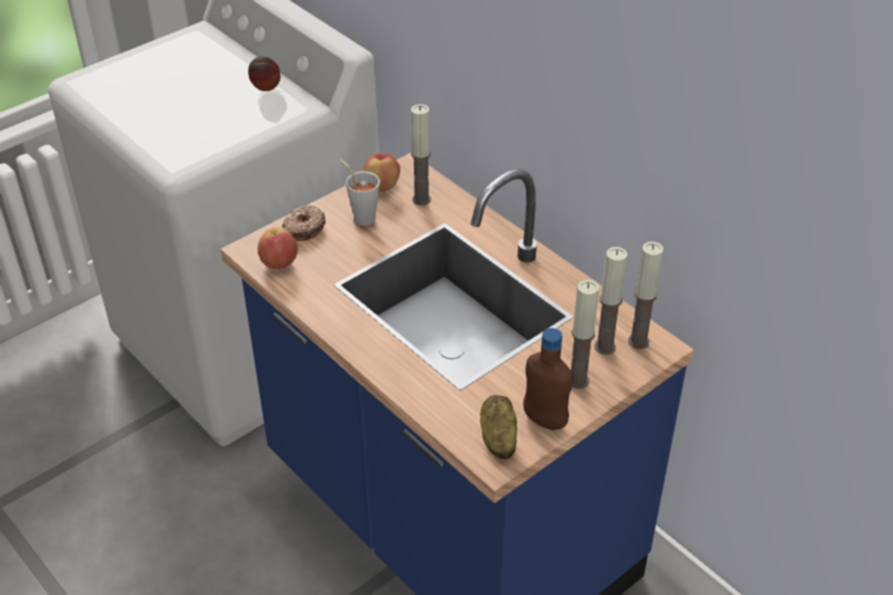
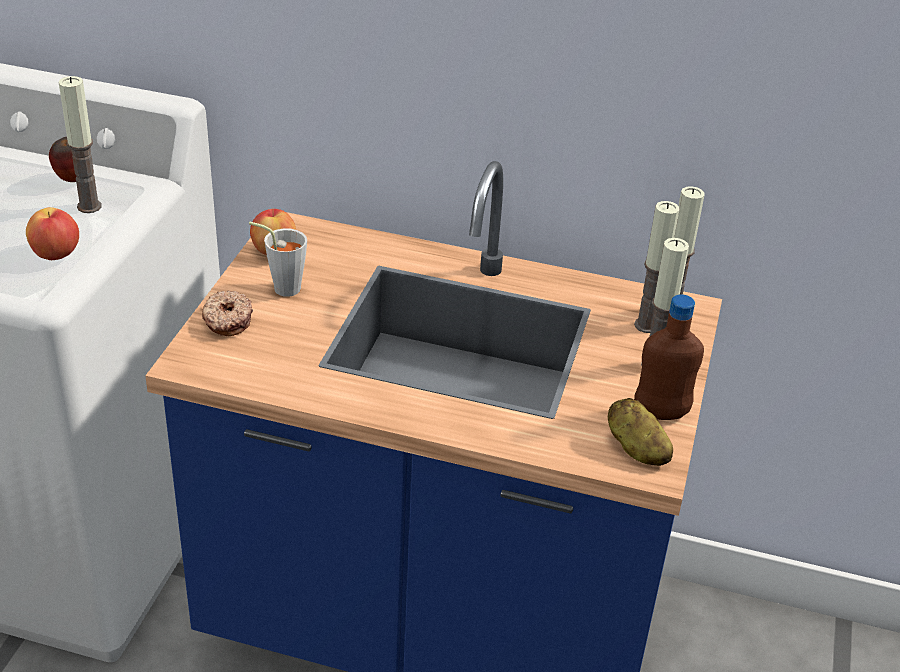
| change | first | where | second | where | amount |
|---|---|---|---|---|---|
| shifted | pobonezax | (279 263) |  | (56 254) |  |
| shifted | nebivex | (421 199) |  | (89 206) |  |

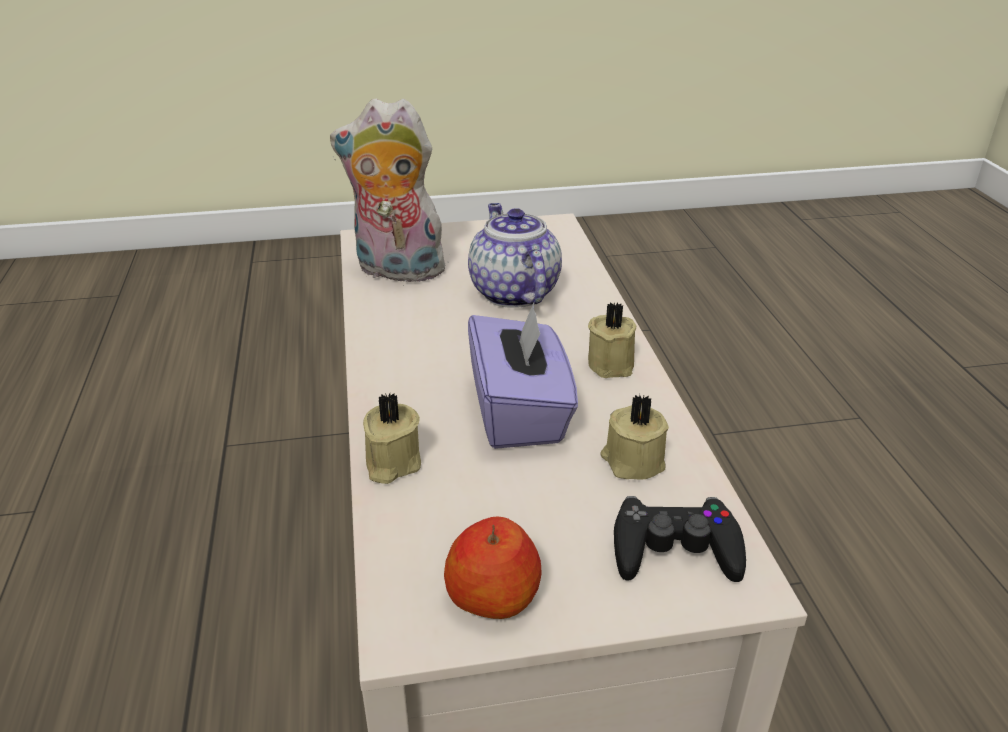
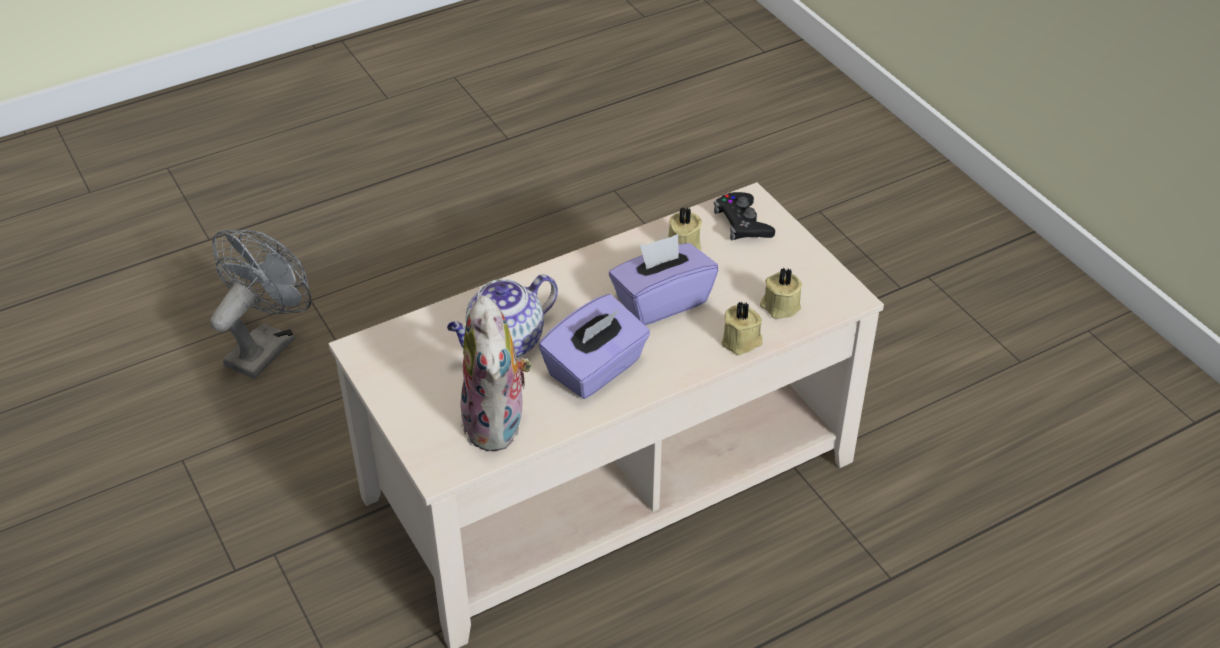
| change | first | where | second | where | amount |
|---|---|---|---|---|---|
| gone | pobonezax | (493 596) |  |  |  |
| shifted | beige nebivex | (612 363) |  | (779 306) |  |
| new |  |  | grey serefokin | (266 346) |  |
| new |  |  | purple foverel | (595 369) |  |

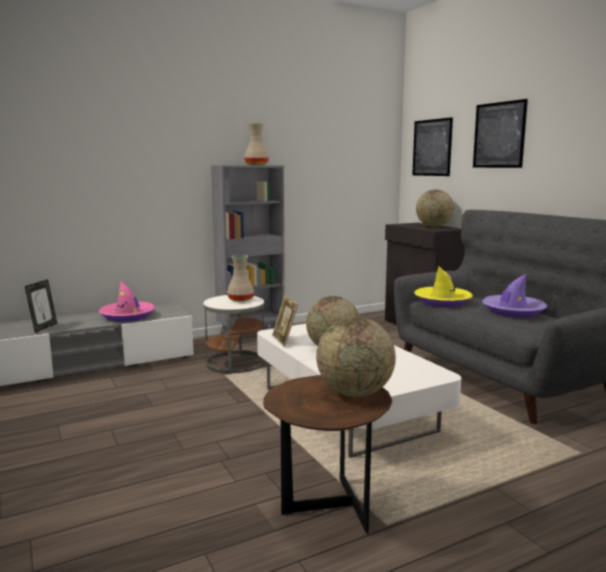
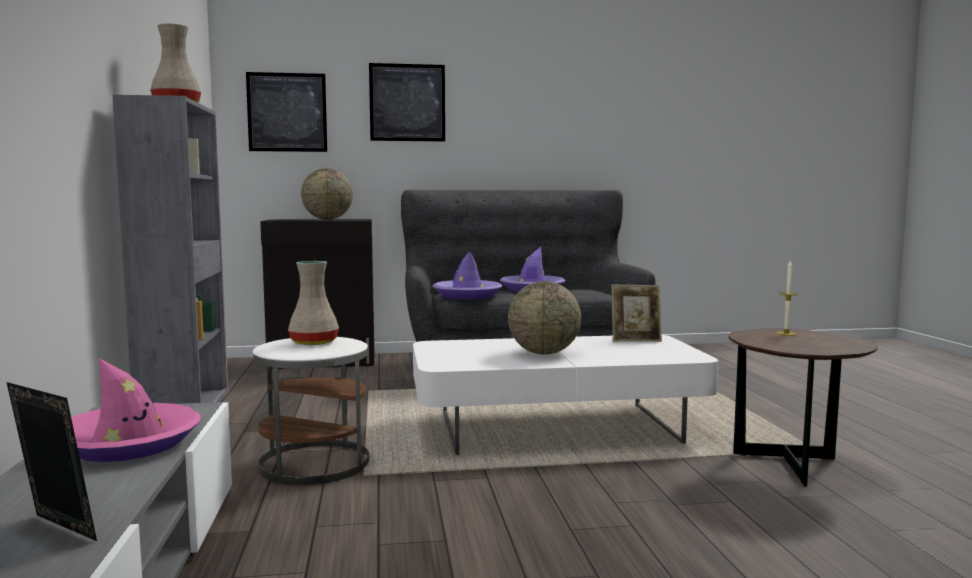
| change | first | where | second | where | amount |
|---|---|---|---|---|---|
| shifted | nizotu | (284 340) |  | (635 340) |  |
| swapped | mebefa | (355 393) | nebivex | (786 333) |  |
| repainted | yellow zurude | (442 301) | purple zurude | (467 295) |  |

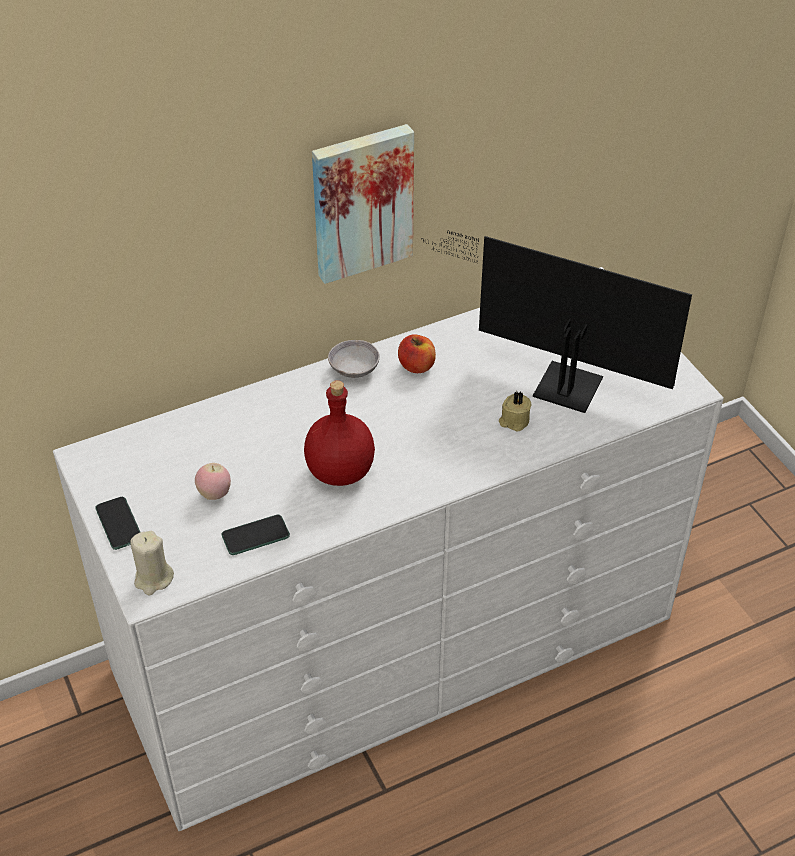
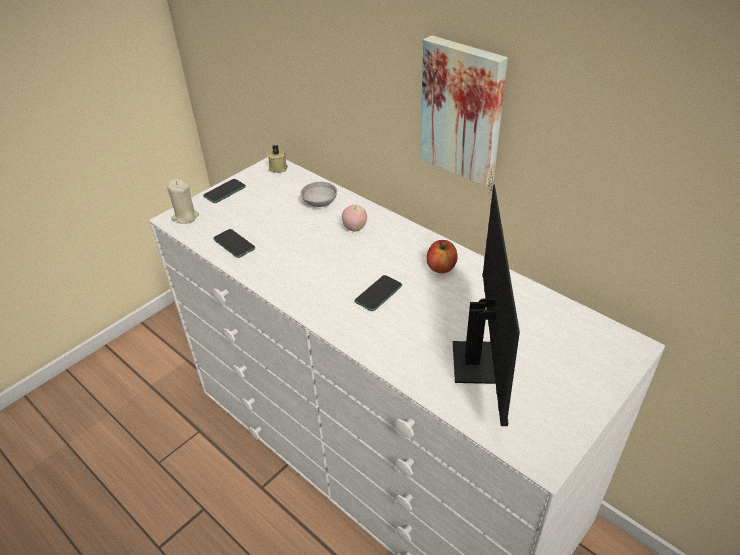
| change | first | where | second | where | amount |
|---|---|---|---|---|---|
| shifted | pobonezax | (215 494) |  | (355 228) |  |
| gone | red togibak | (341 472) |  |  |  |
| shifted | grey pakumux | (354 369) |  | (320 202) |  |
| shifted | beige nebivex | (514 421) |  | (278 168) |  |
| new |  |  | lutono | (378 294) |  |

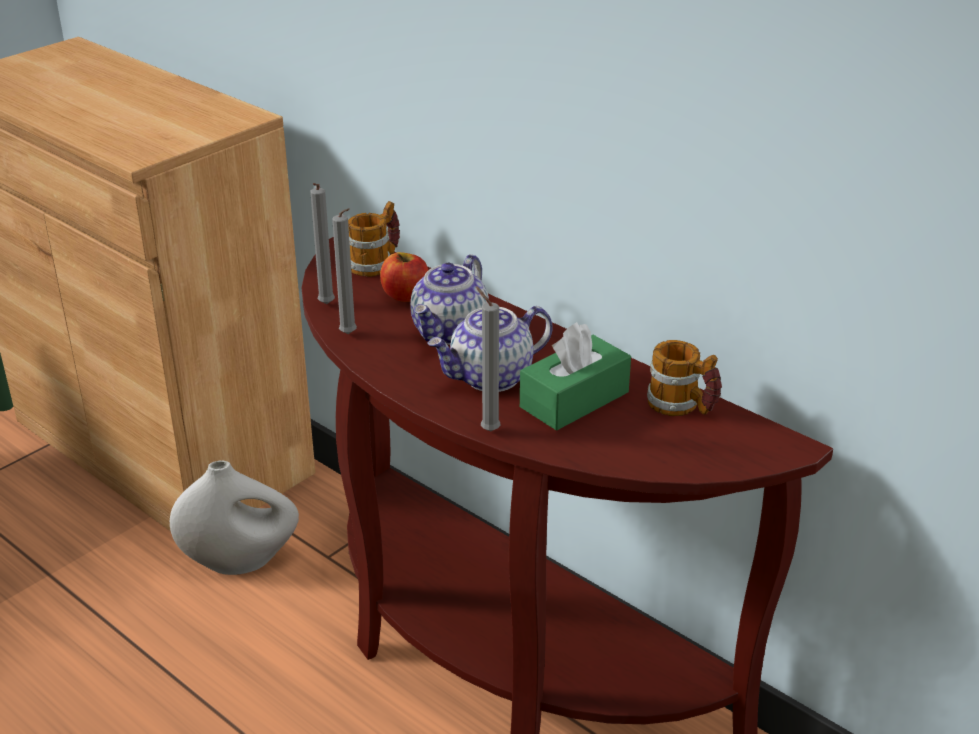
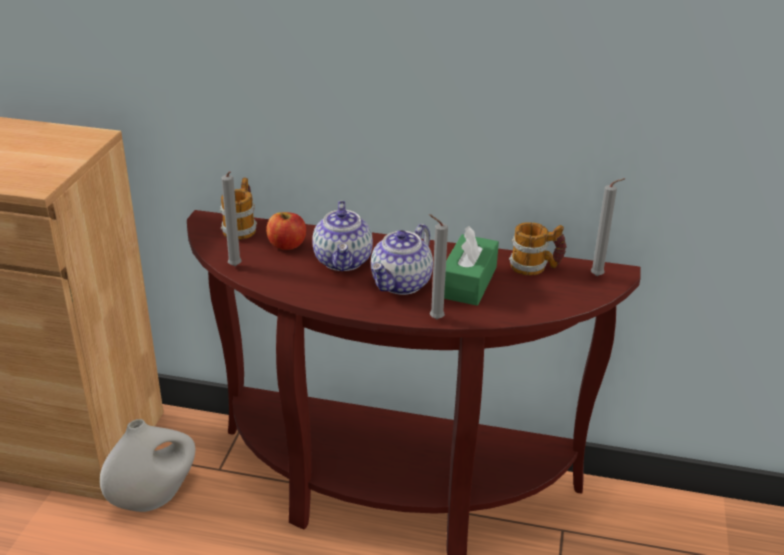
| change | first | where | second | where | amount |
|---|---|---|---|---|---|
| shifted | grey nebivex | (350 335) |  | (599 276) |  |

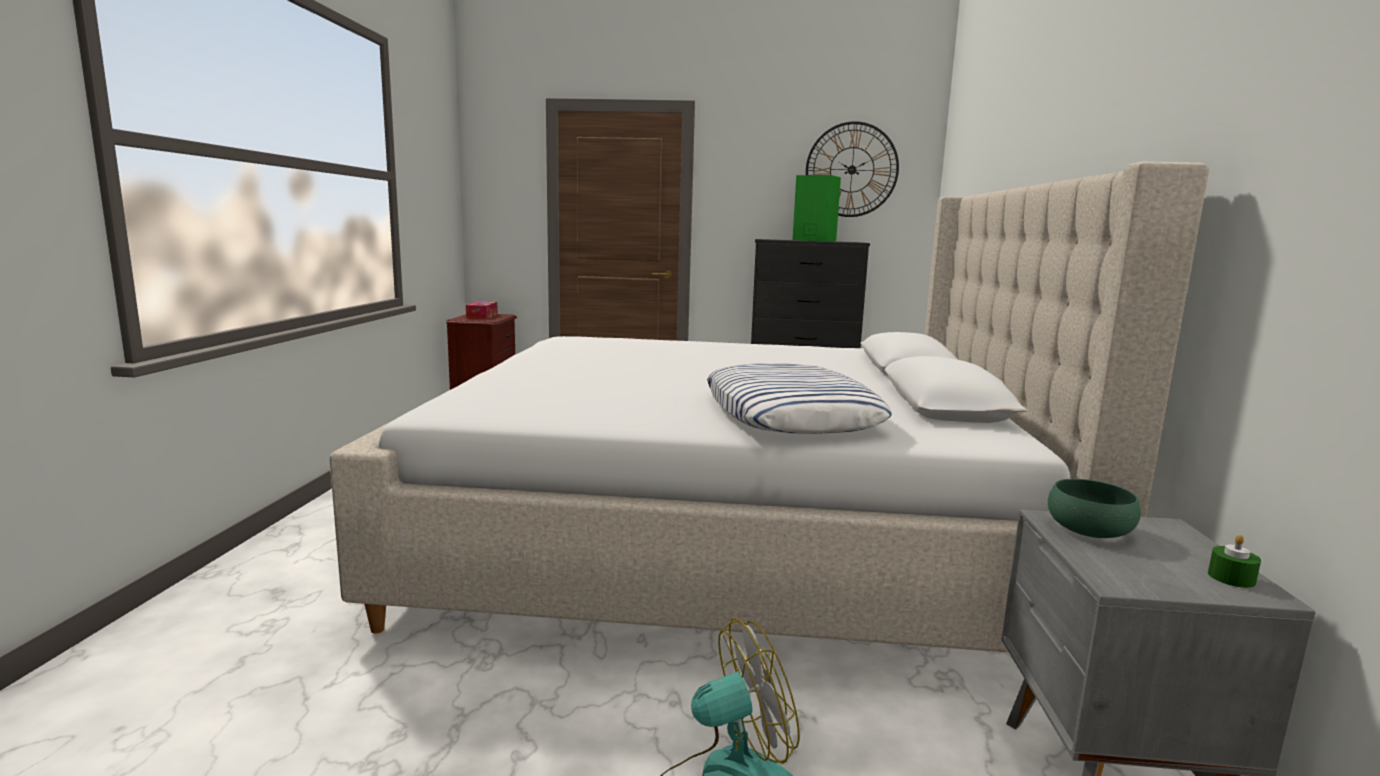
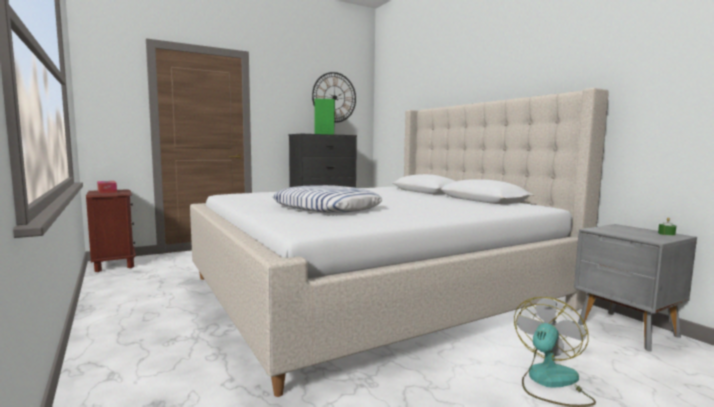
| change | first | where | second | where | amount |
|---|---|---|---|---|---|
| shifted | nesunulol | (790 414) |  | (327 208) |  |
| gone | green pakumux | (1089 529) |  |  |  |

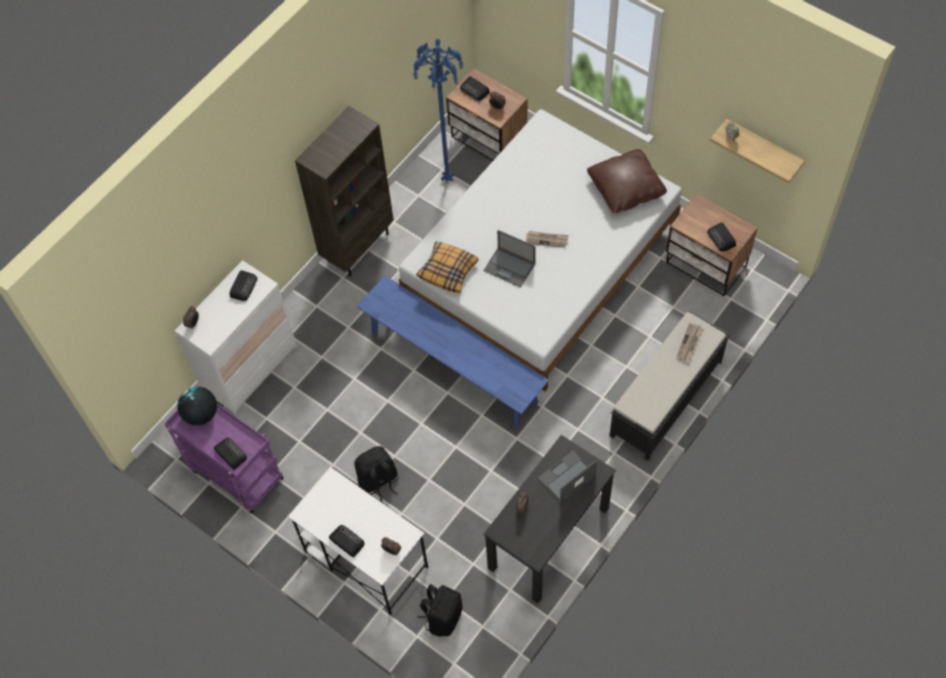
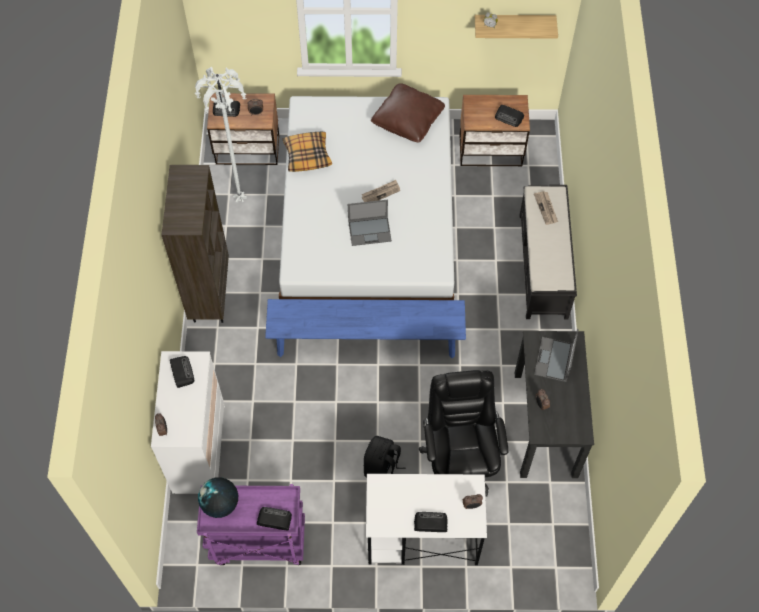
| change | first | where | second | where | amount |
|---|---|---|---|---|---|
| repainted | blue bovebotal | (447 180) | white bovebotal | (241 200) |  |
| shifted | nesunulol | (448 270) |  | (307 155) |  |
| gone | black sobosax | (443 617) |  |  |  |
| new |  |  | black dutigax | (460 460) |  |

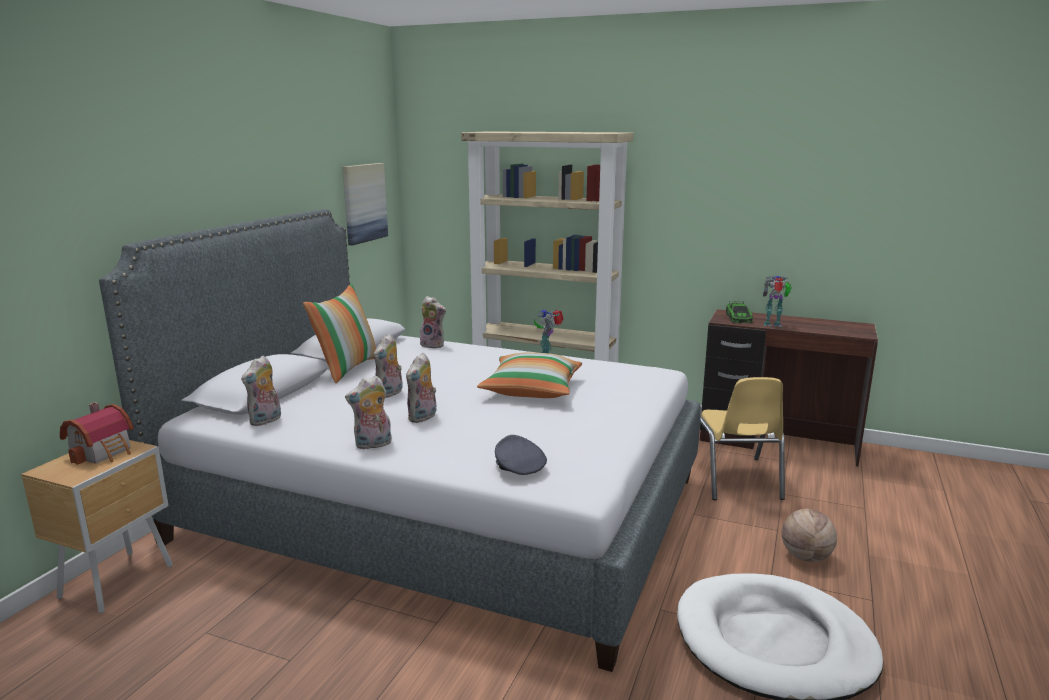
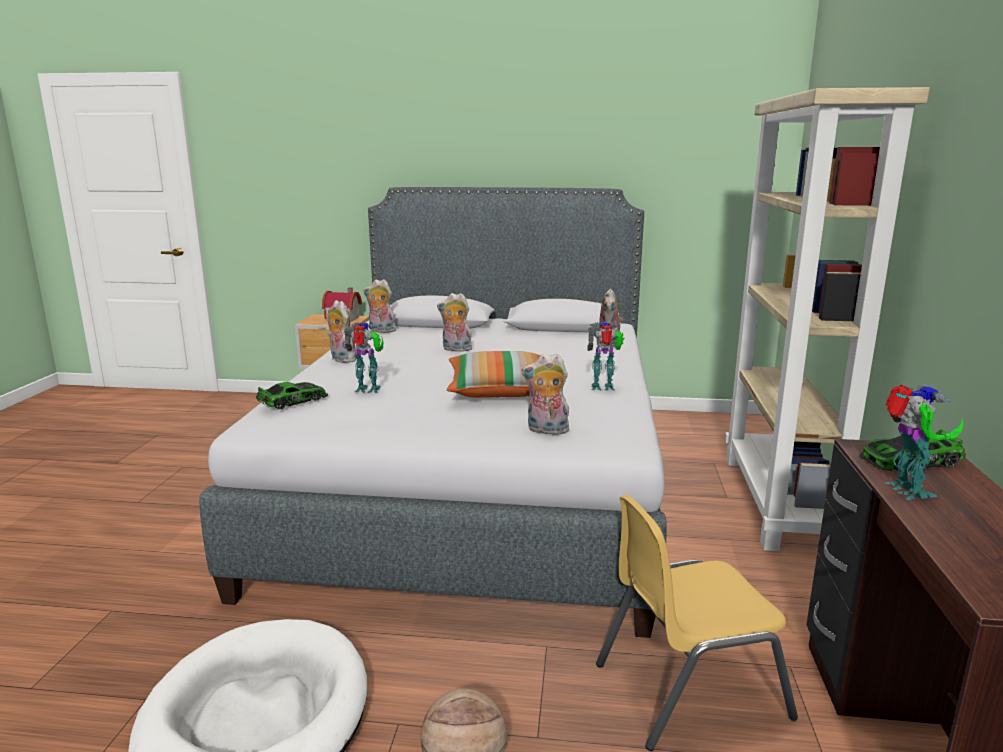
| change | first | where | second | where | amount |
|---|---|---|---|---|---|
| gone | nesunulol | (347 368) |  |  |  |
| gone | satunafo | (364 203) |  |  |  |
| shifted | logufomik | (423 417) |  | (546 431) |  |
| swapped | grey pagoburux | (518 467) | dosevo | (293 400) |  |
| new |  |  | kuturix | (368 390) |  |

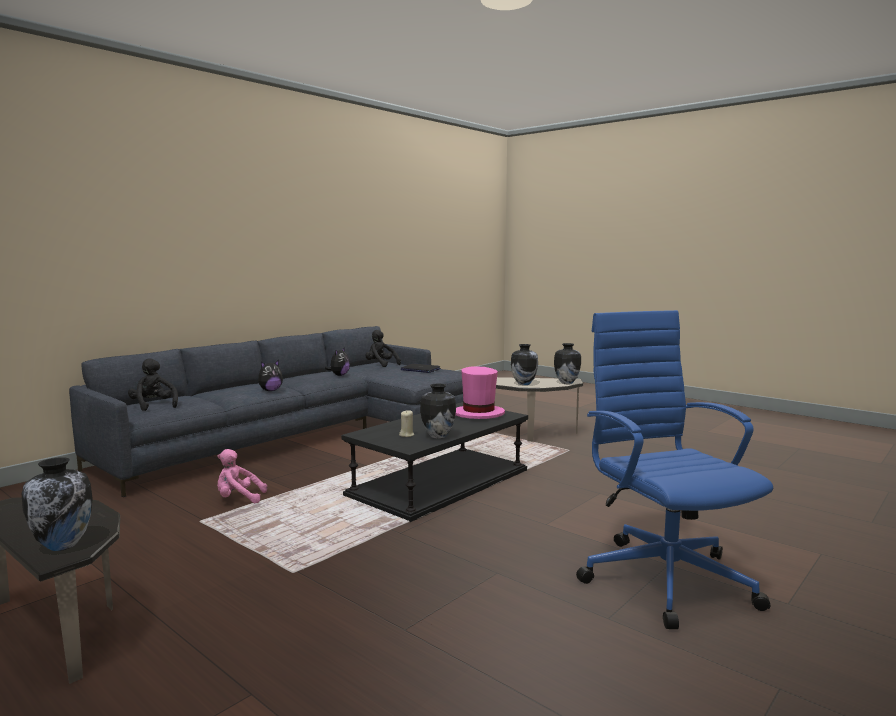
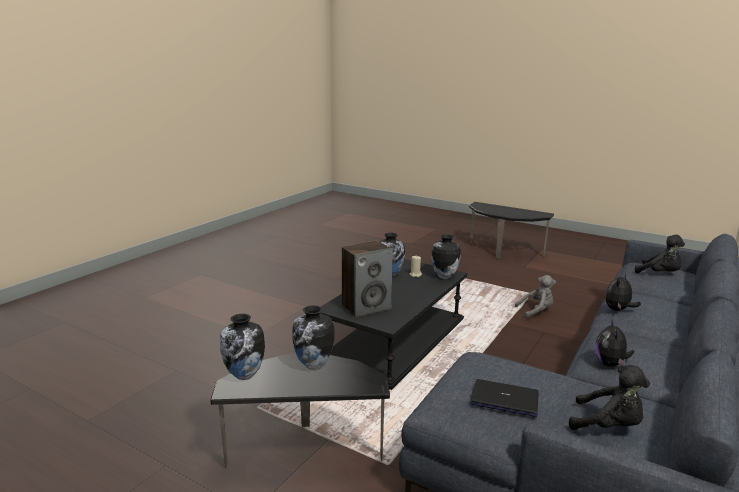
| change | first | where | second | where | amount |
|---|---|---|---|---|---|
| shifted | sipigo | (63 545) |  | (444 276) |  |
| repainted | pink logufomik | (238 499) | grey logufomik | (536 311) |  |
| swapped | pink zurude | (478 414) | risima | (366 307) |  |
| gone | blue dutigax | (664 577) |  |  |  |

